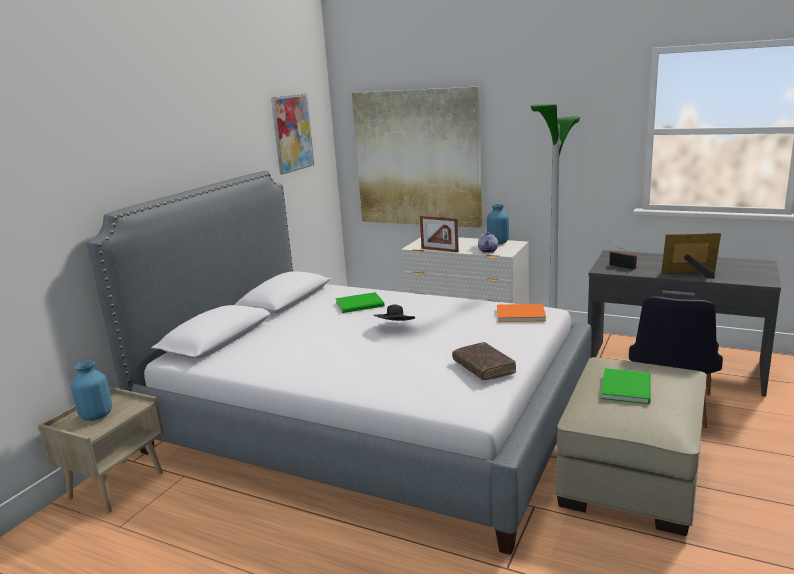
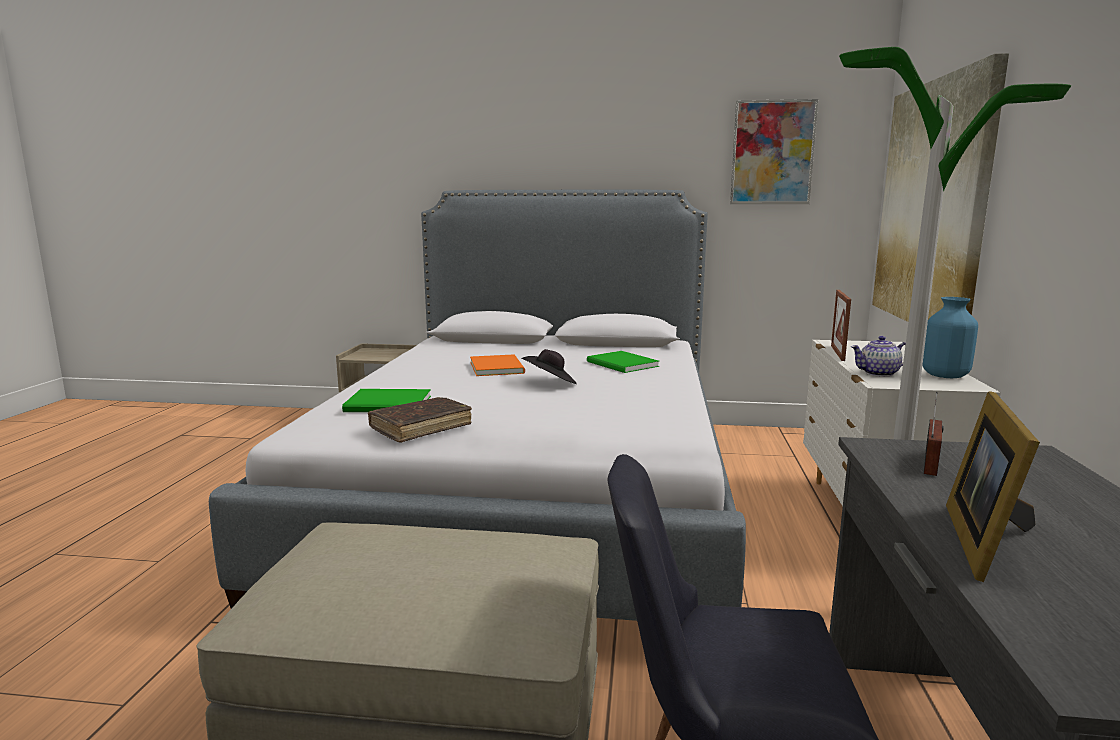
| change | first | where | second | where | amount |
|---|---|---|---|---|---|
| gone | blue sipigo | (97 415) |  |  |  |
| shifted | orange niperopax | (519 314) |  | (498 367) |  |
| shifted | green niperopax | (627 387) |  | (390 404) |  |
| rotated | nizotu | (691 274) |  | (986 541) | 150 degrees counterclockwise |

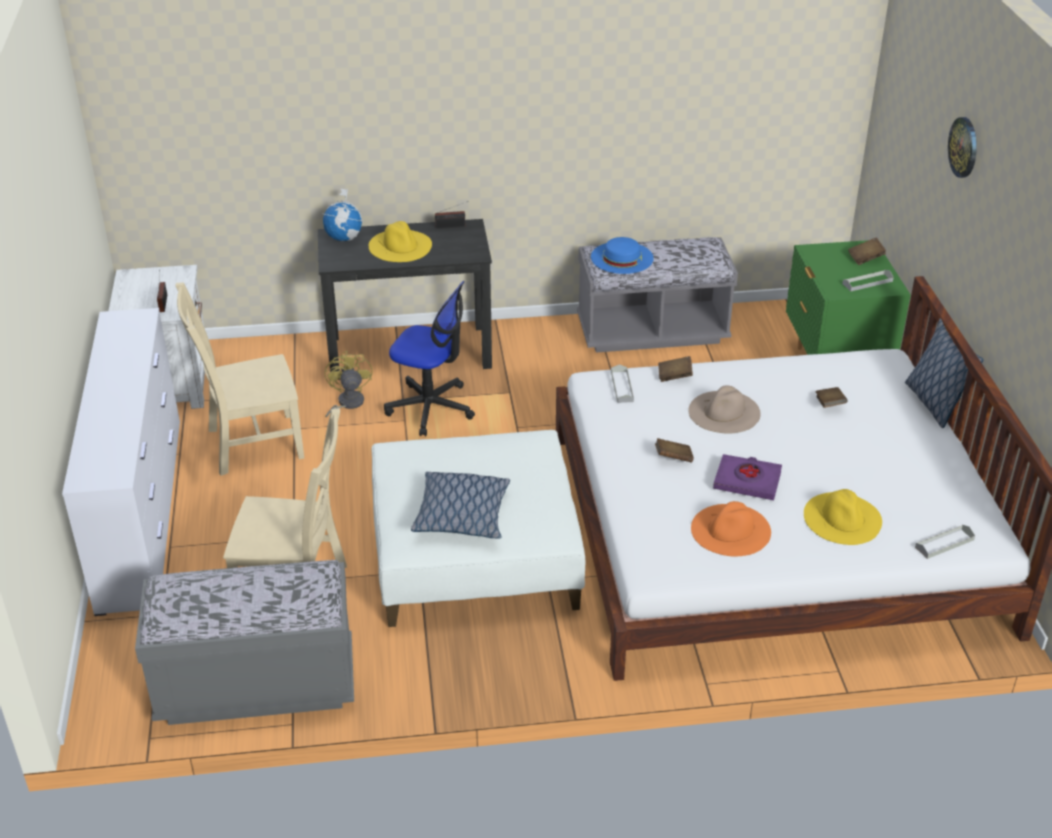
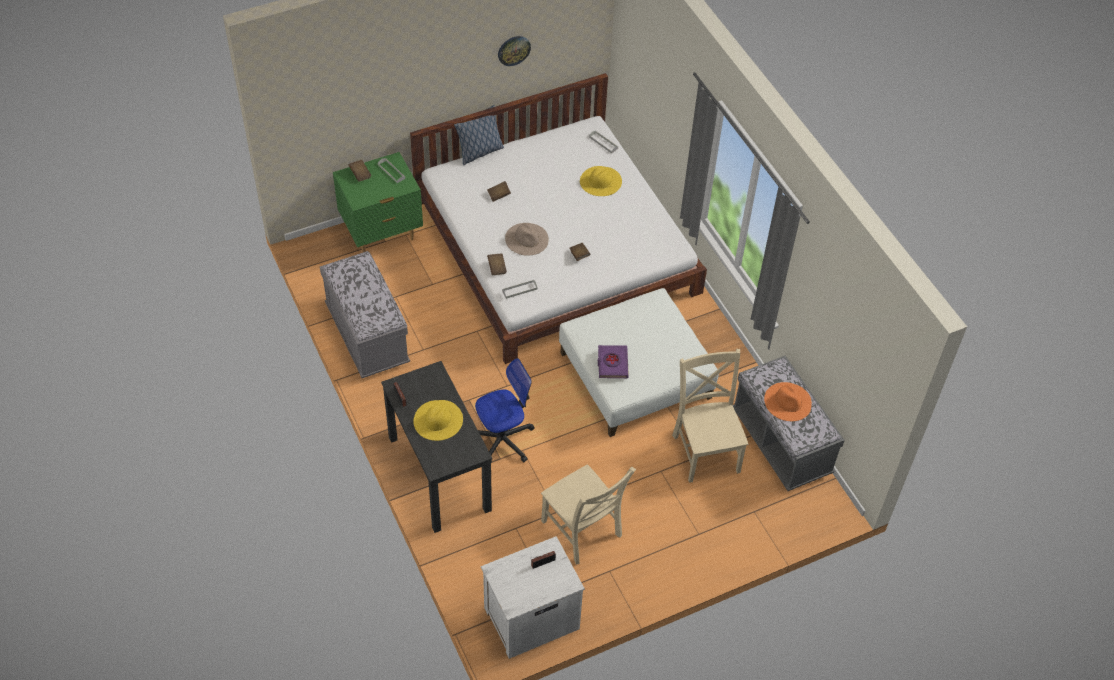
| change | first | where | second | where | amount |
|---|---|---|---|---|---|
| gone | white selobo | (141 511) |  |  |  |
| gone | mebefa | (344 238) |  |  |  |
| gone | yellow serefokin | (347 404) |  |  |  |
| rotated | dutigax | (431 408) |  | (503 439) | 60 degrees clockwise |
| gone | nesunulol | (462 516) |  |  |  |
| gone | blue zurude | (622 257) |  |  |  |
| shifted | orange zurude | (730 530) |  | (788 401) |  |
| shifted | purple niperopax | (747 481) |  | (612 363) |  |
| shifted | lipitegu | (964 147) |  | (513 50) |  |

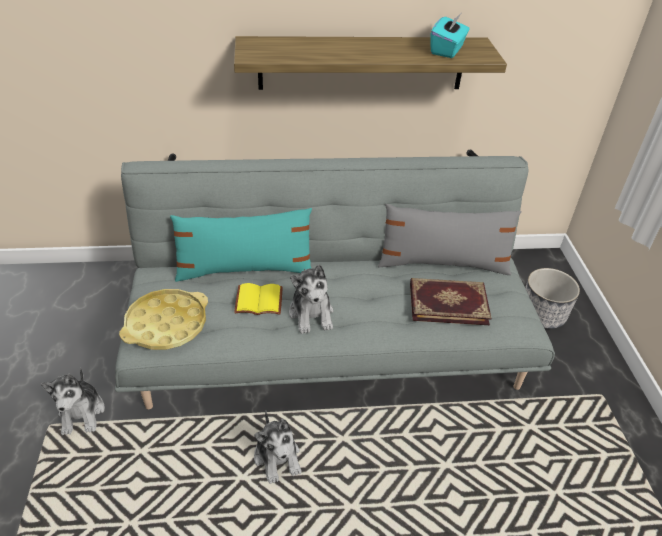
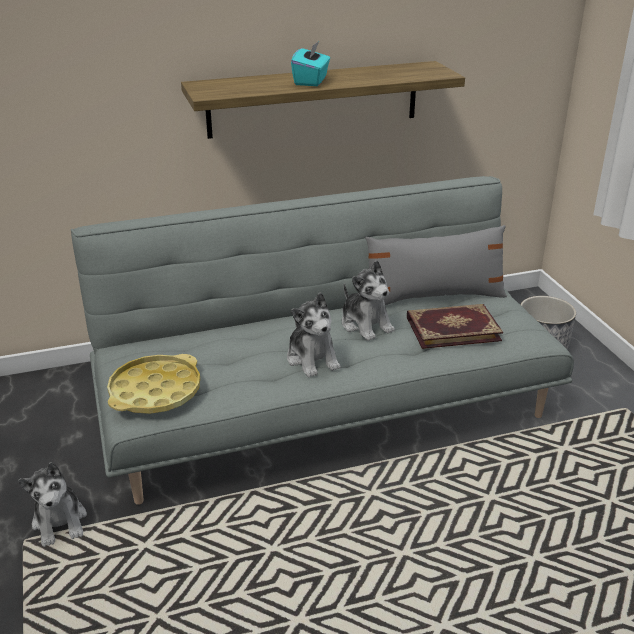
| change | first | where | second | where | amount |
|---|---|---|---|---|---|
| gone | turquoise nesunulol | (245 269) |  |  |  |
| gone | yellow niperopax | (258 302) |  |  |  |
| shifted | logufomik | (277 457) |  | (366 324) |  |
| shifted | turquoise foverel | (447 50) |  | (311 81) |  |

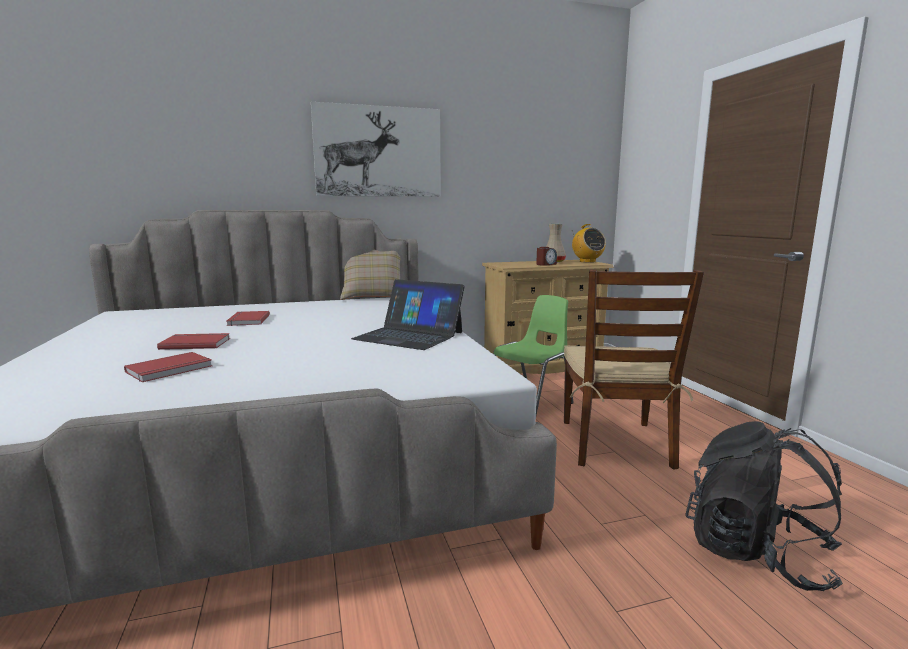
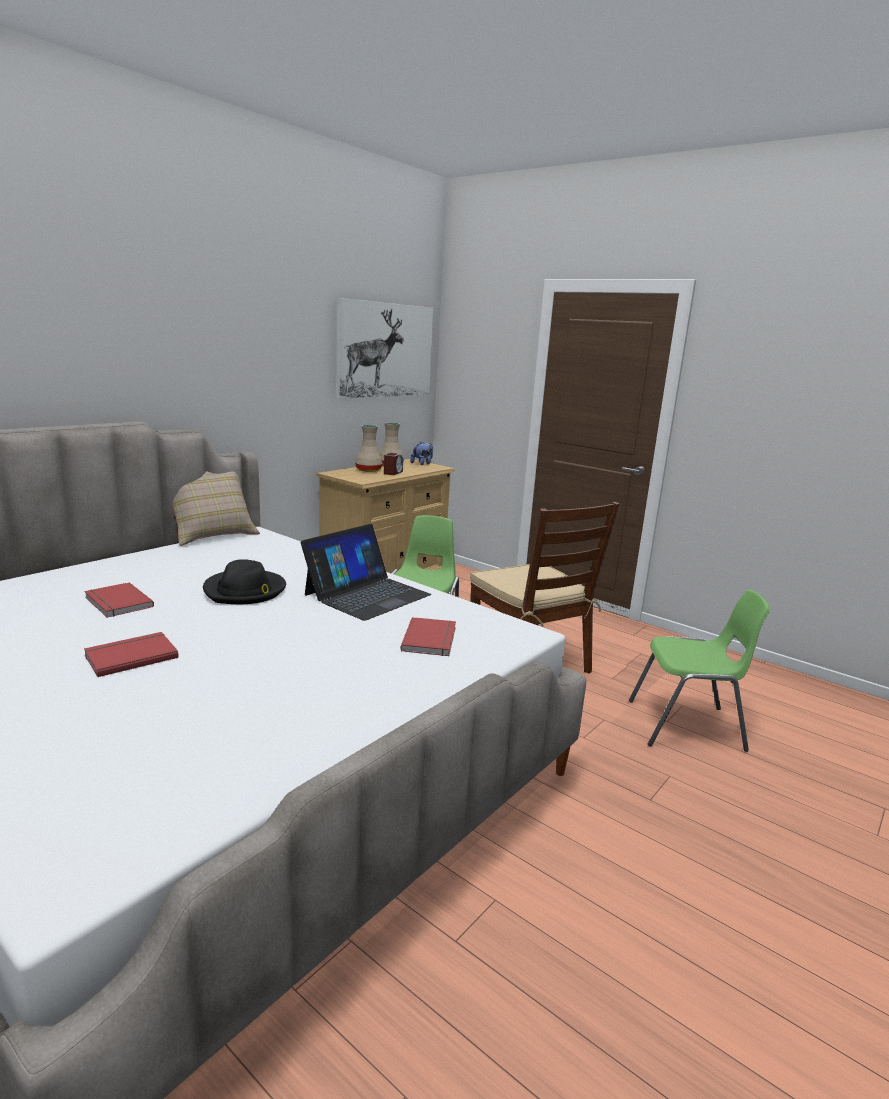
| change | first | where | second | where | amount |
|---|---|---|---|---|---|
| shifted | red niperopax | (170 369) |  | (431 639) |  |
| shifted | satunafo | (378 152) |  | (385 350) |  |
| rotated | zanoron | (409 335) |  | (367 594) | 45 degrees counterclockwise |
| swapped | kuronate | (587 261) | logufomik | (422 463) |  |
| swapped | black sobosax | (756 554) | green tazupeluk | (687 726) |  |
| new |  |  | black zurude | (245 591) |  |
| new |  |  | beige sipigo | (369 470) |  |

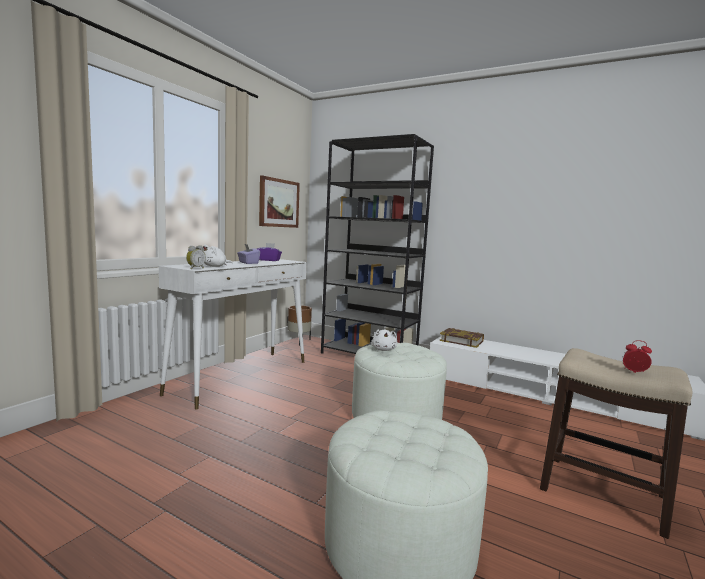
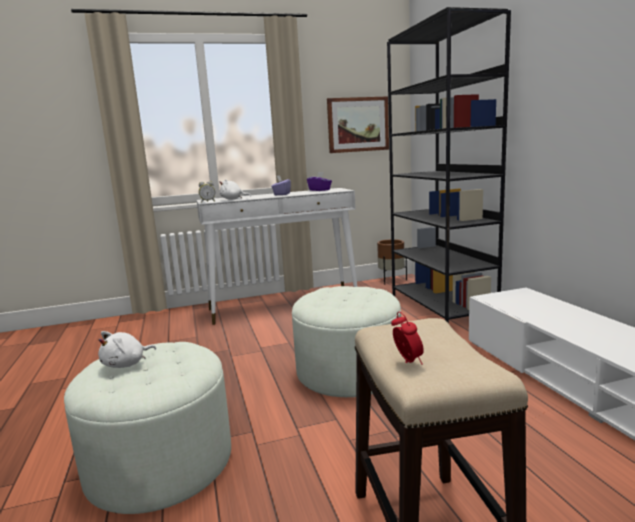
| change | first | where | second | where | amount |
|---|---|---|---|---|---|
| shifted | white logufomik | (384 350) |  | (126 364) |  |
| gone | niperopax | (461 341) |  |  |  |

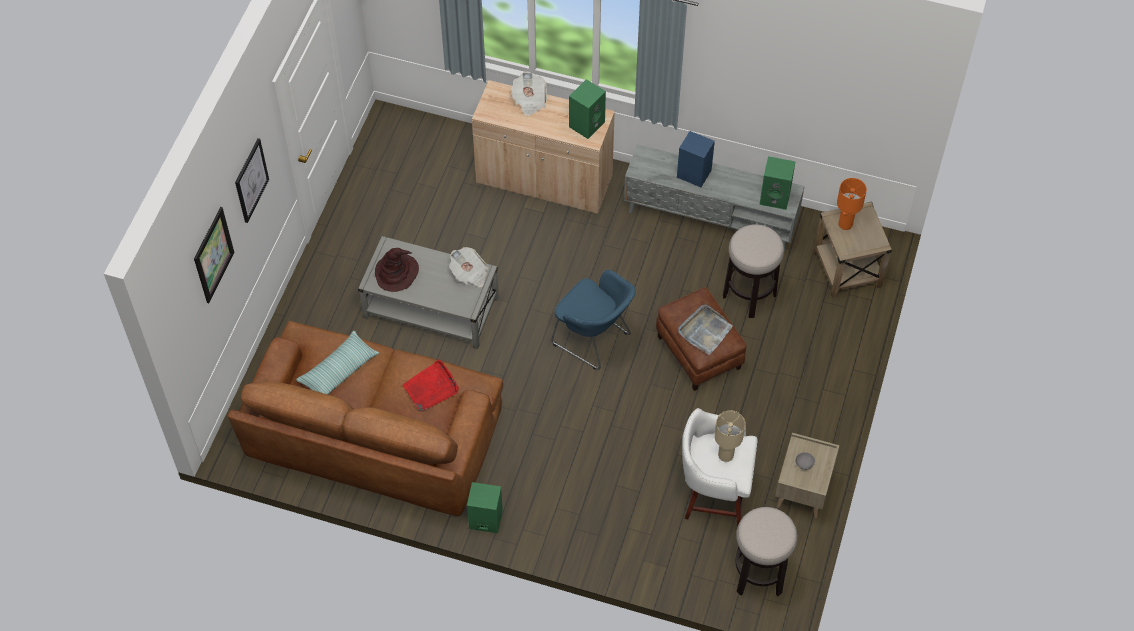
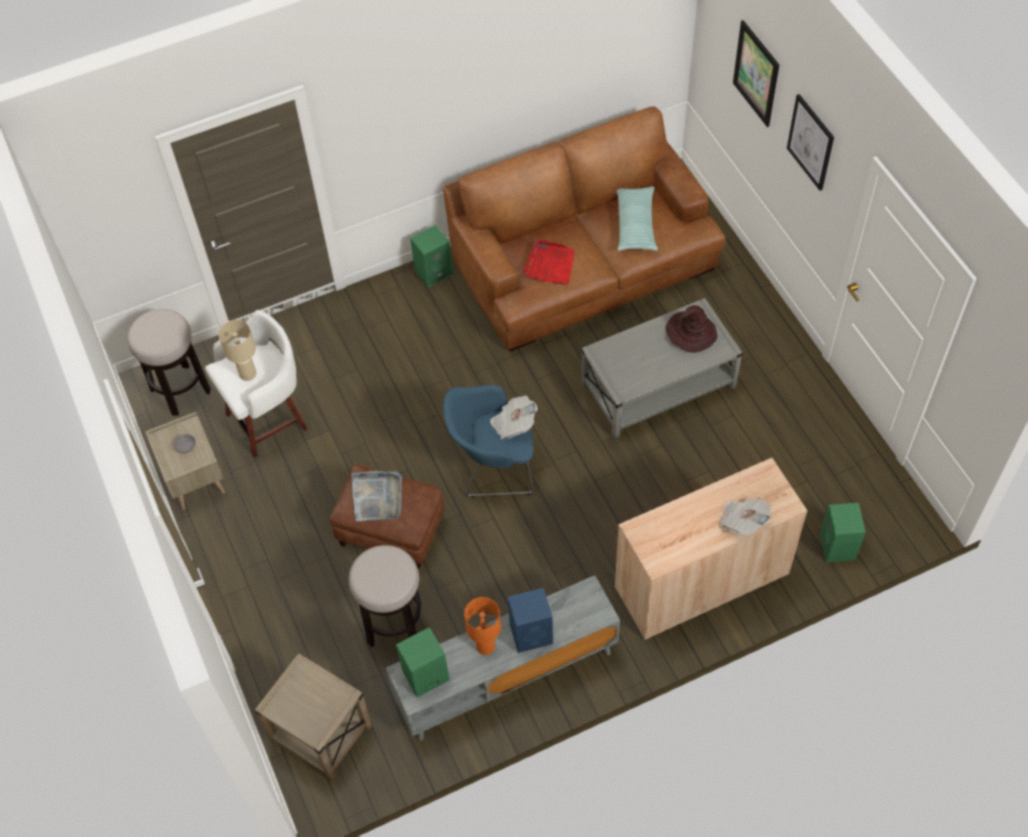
| change | first | where | second | where | amount |
|---|---|---|---|---|---|
| shifted | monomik | (469 273) |  | (513 424) |  |
| shifted | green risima | (586 123) |  | (838 547) |  |
| shifted | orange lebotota | (845 224) |  | (485 646) |  |

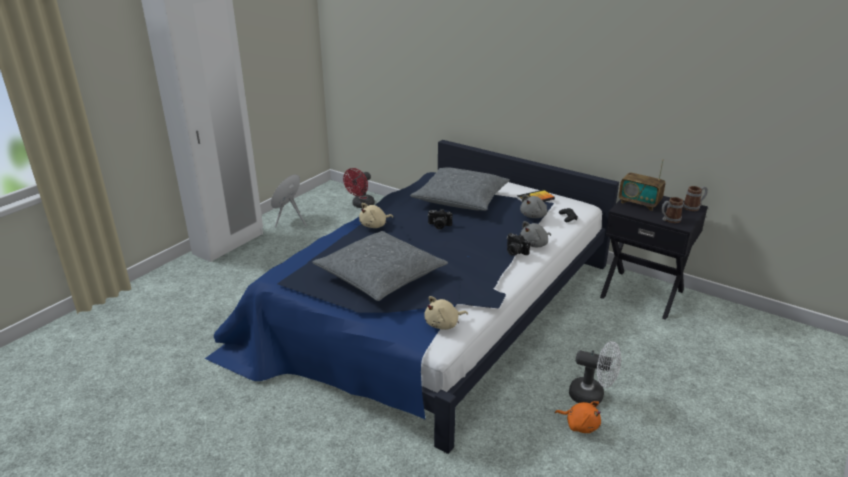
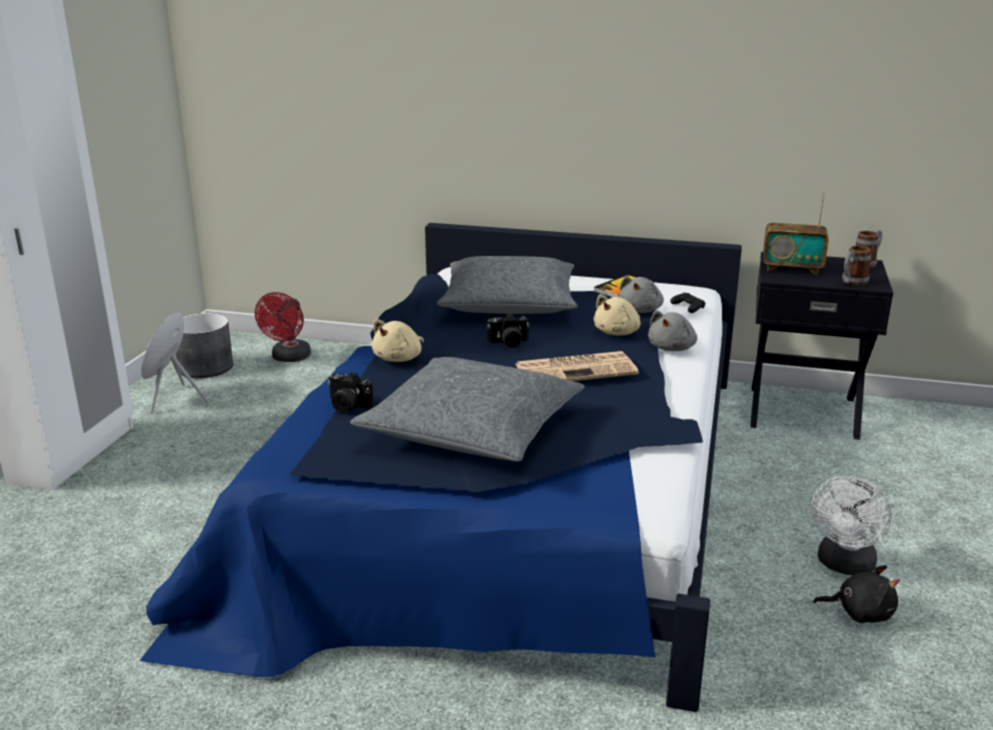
| change | first | where | second | where | amount |
|---|---|---|---|---|---|
| shifted | beige logufomik | (443 324) |  | (618 332) |  |
| shifted | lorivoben | (515 252) |  | (347 406) |  |
| repainted | orange logufomik | (580 425) | black logufomik | (860 612) |  |
| rotated | white serefokin | (592 396) |  | (844 565) | 120 degrees clockwise |
| new |  |  | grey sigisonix | (205 367) |  |
| new |  |  | monomik | (577 369) |  |

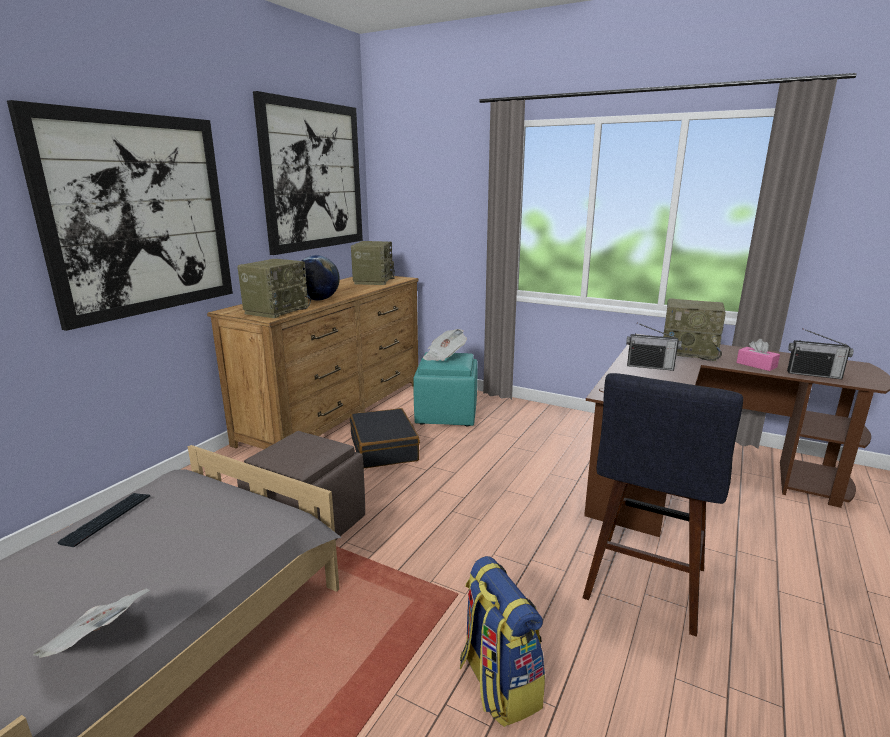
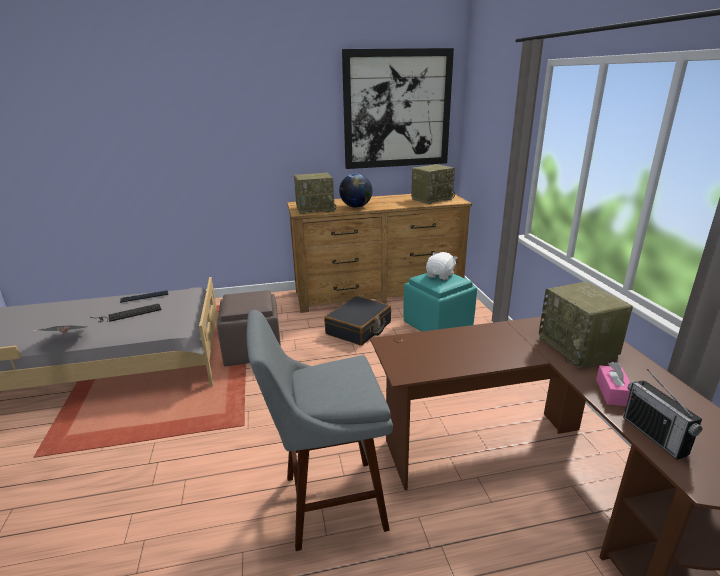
| change | first | where | second | where | amount |
|---|---|---|---|---|---|
| gone | satunafo | (139 216) |  |  |  |
| swapped | monomik | (444 356) | white logufomik | (440 276) |  |
| gone | sobosax | (498 684) |  |  |  |
| repainted | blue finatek | (643 588) | grey finatek | (326 503) |  |
| gone | kuronate | (650 366) |  |  |  |
| new |  |  | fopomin | (128 314) |  |

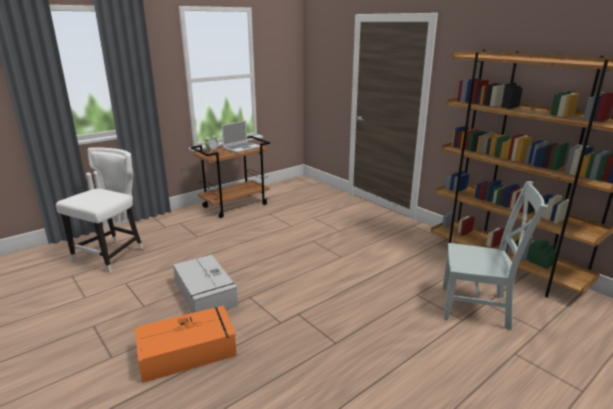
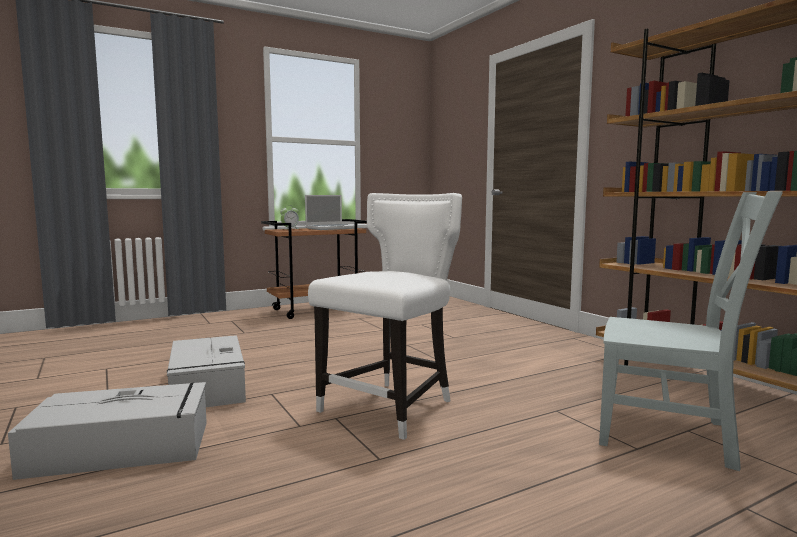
| change | first | where | second | where | amount |
|---|---|---|---|---|---|
| shifted | white tazupeluk | (112 255) |  | (391 407) |  |
| repainted | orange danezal | (188 351) | grey danezal | (123 447) |  |

